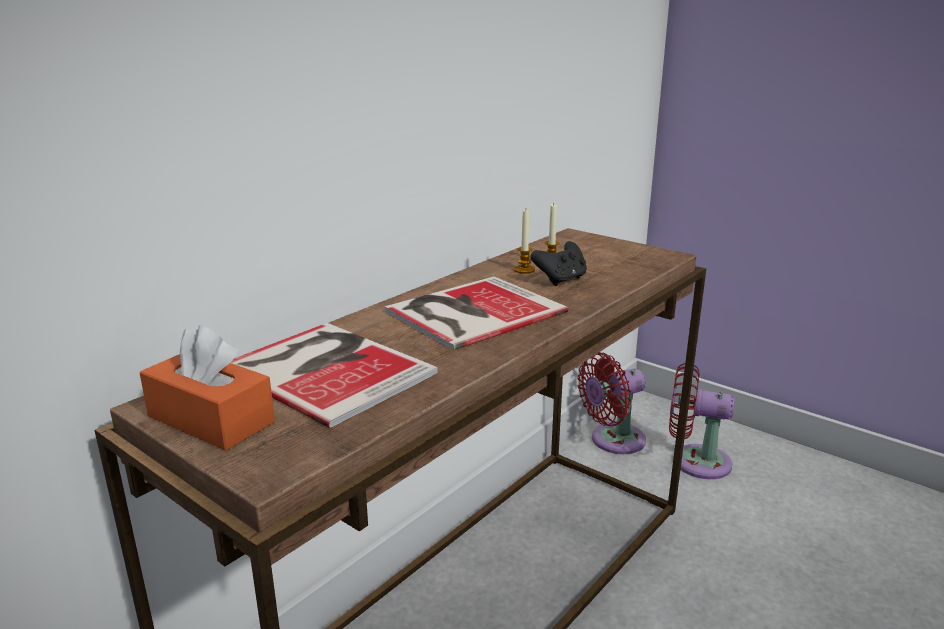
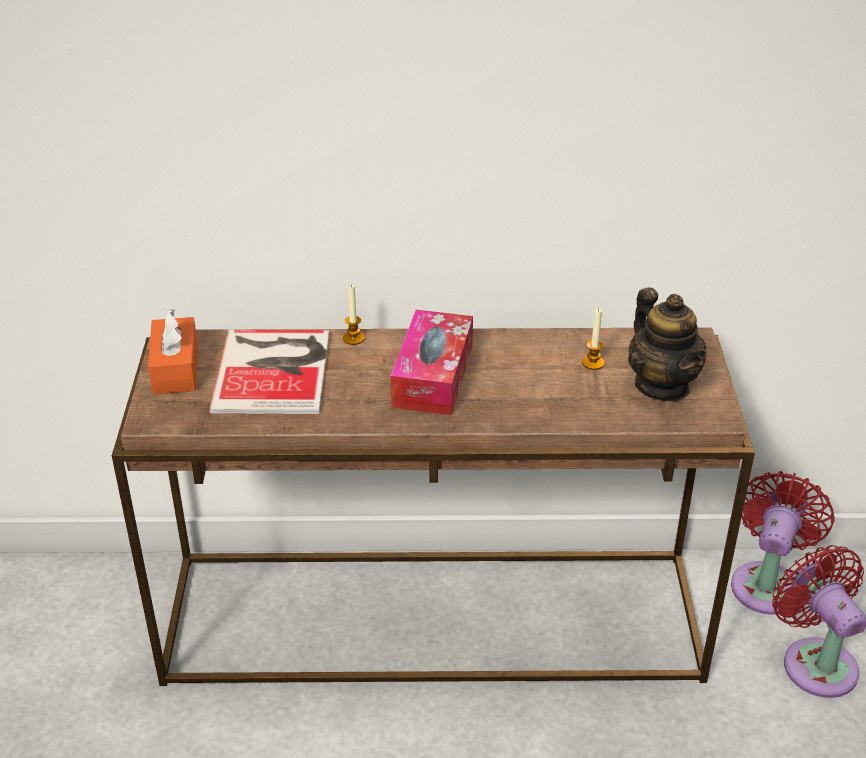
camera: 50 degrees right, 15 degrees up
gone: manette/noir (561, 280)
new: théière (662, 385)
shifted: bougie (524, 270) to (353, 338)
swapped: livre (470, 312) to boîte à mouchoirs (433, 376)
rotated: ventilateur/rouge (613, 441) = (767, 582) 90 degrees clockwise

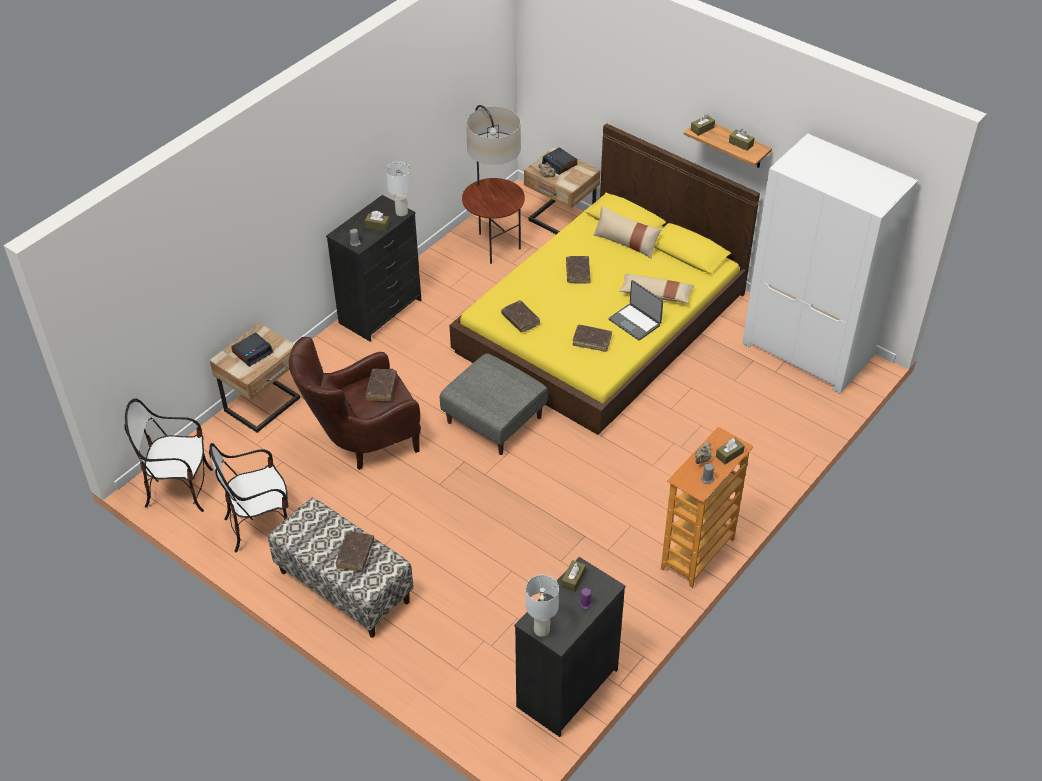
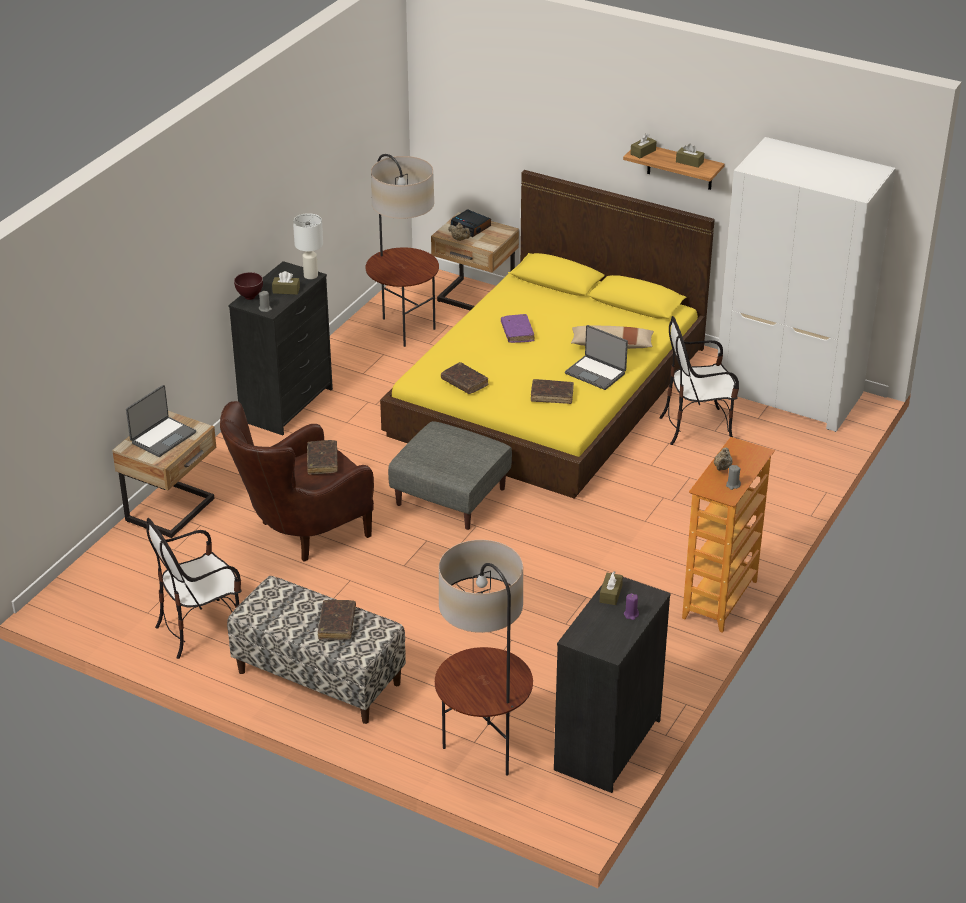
camera: 10 degrees left, 10 degrees down
gone: lampe de table/blanc (542, 630); coussin/beige (626, 243); boîte à mouchoirs/marron (729, 454)
new: bol/marron (250, 297); lampadaire (483, 752)
shifted: chaise (180, 489) to (697, 427)
swapped: réveil (252, 352) to ordinateur portable (162, 437)
repainted: livre/marron (578, 272) to livre/violet (517, 332)

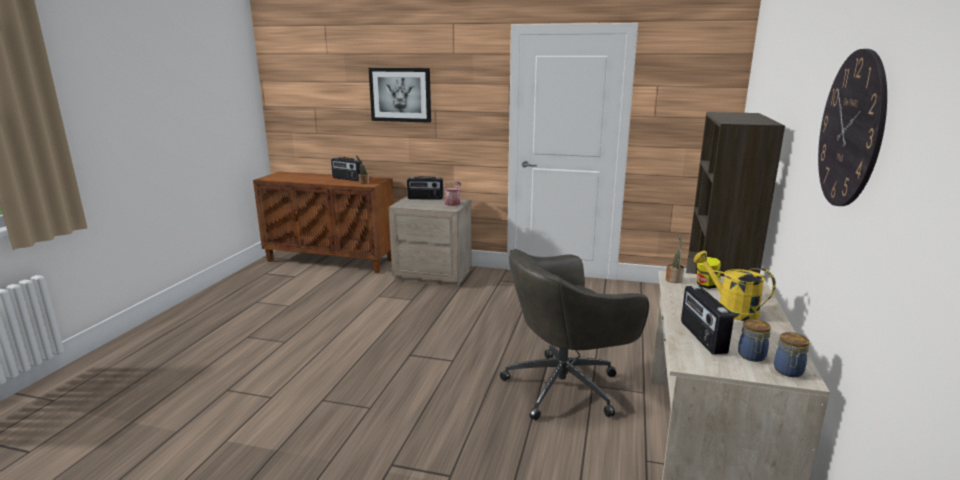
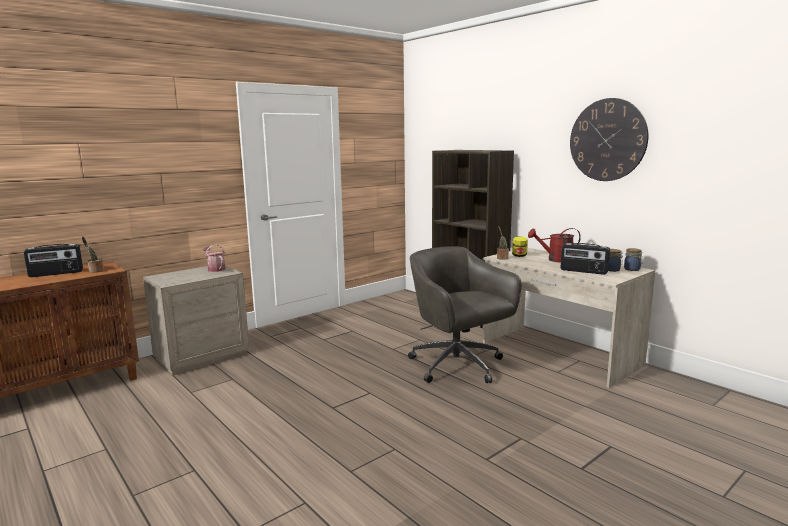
camera: 55 degrees left, 5 degrees down
gone: tableau (400, 95); radio (425, 198)
repainted: arrosoir/jaune (730, 309) to arrosoir/rouge (555, 260)
rotated: chaise de bureau/gris (565, 386) = (458, 366) 135 degrees clockwise

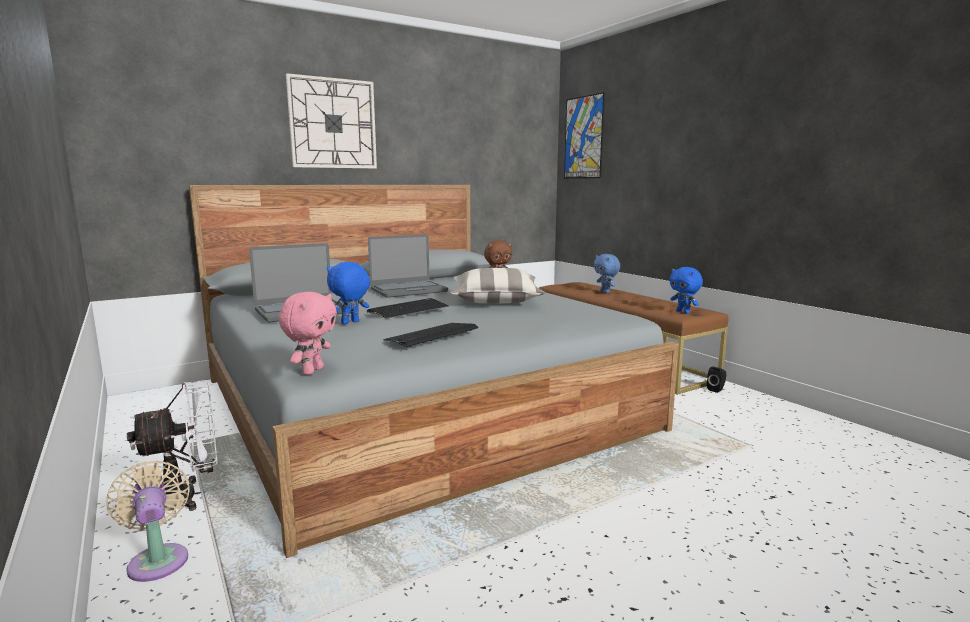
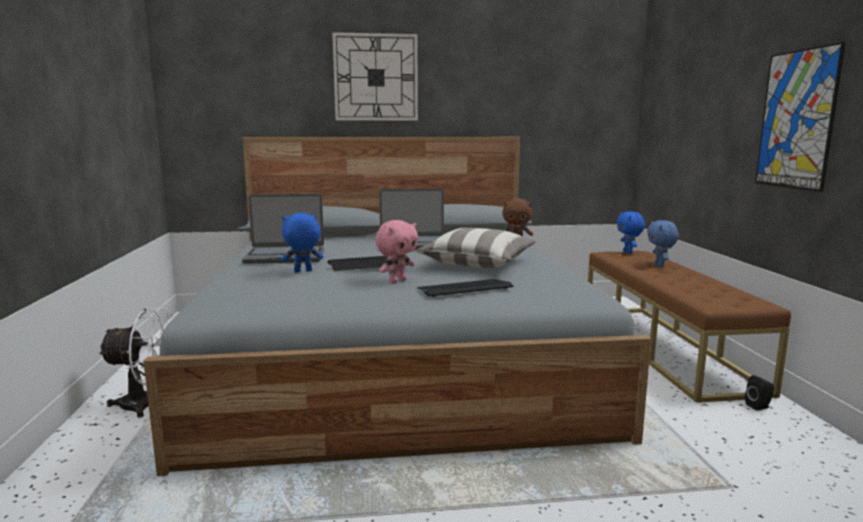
camera: 25 degrees right, 0 degrees up
gone: ventilateur/beige (158, 559)
shifted: peluche/rose (312, 371) to (397, 281); clavier (432, 335) to (464, 289); peluche/bleu (683, 312) to (628, 252); tableau (584, 137) to (796, 119)

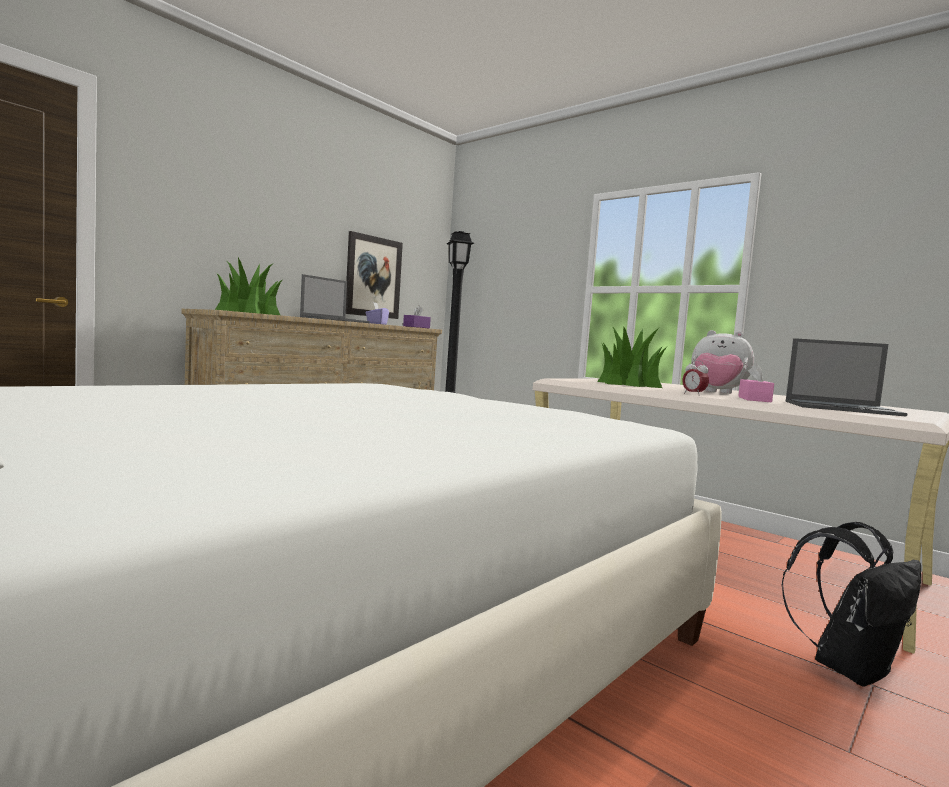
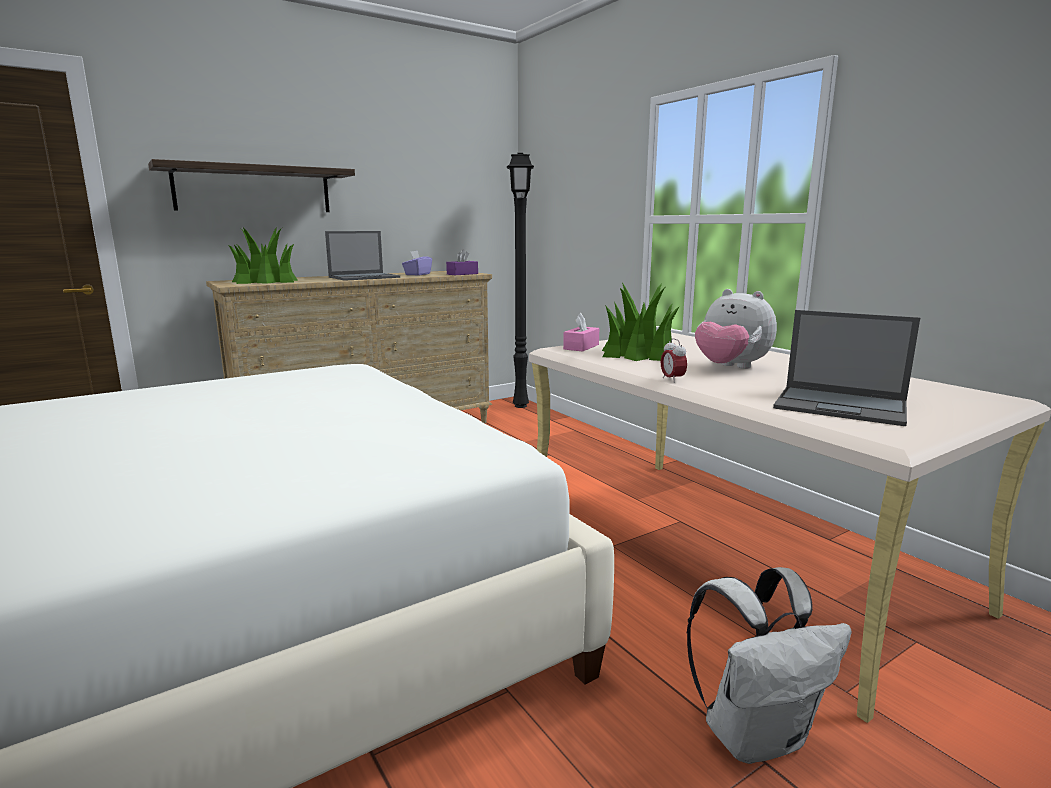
camera: 15 degrees right, 10 degrees up
gone: tableau (373, 277)
new: étagère (254, 189)
shifted: boîte à mouchoirs/rose (754, 399) to (581, 347)
repainted: sac à dos/noir (849, 668) to sac à dos/blanc (755, 734)

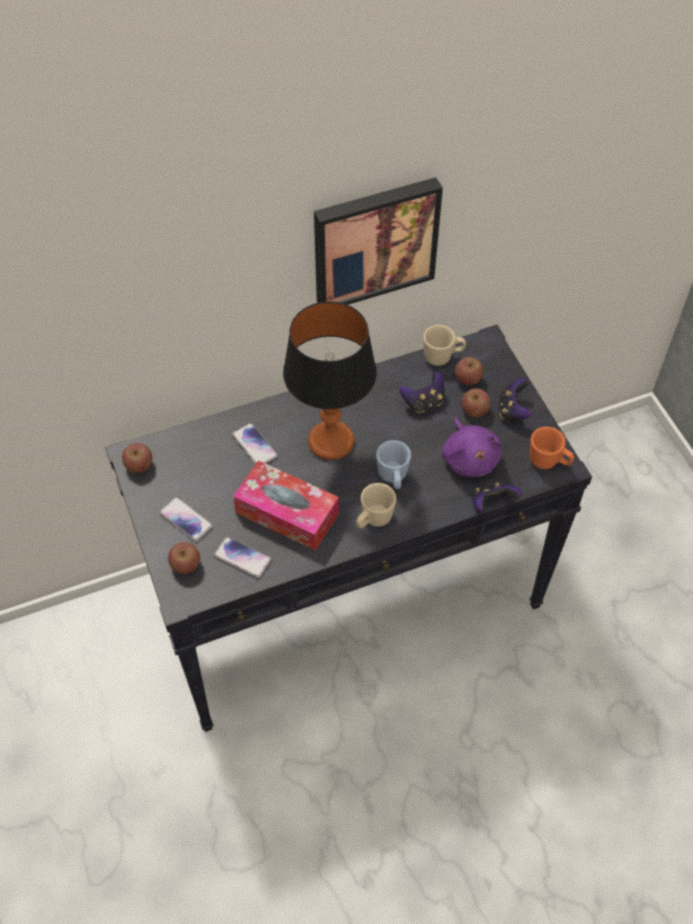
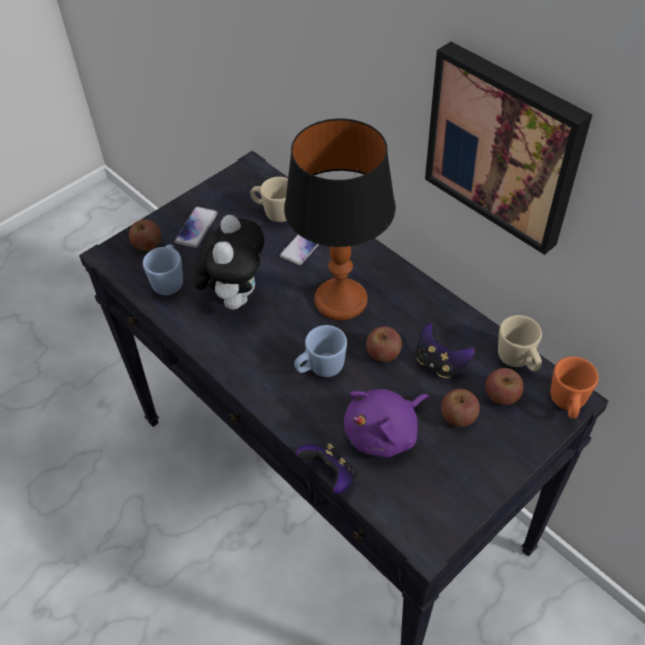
camera: 70 degrees right, 5 degrees down
gone: manette (512, 410)
shifted: mug/beige (373, 520) to (274, 213); pomme (139, 465) to (383, 353); mug/orange (548, 462) to (567, 404)
swapped: téléphone (242, 558) to mug/bleu (169, 281); boîte à mouchoirs (287, 513) to peluche (235, 296)

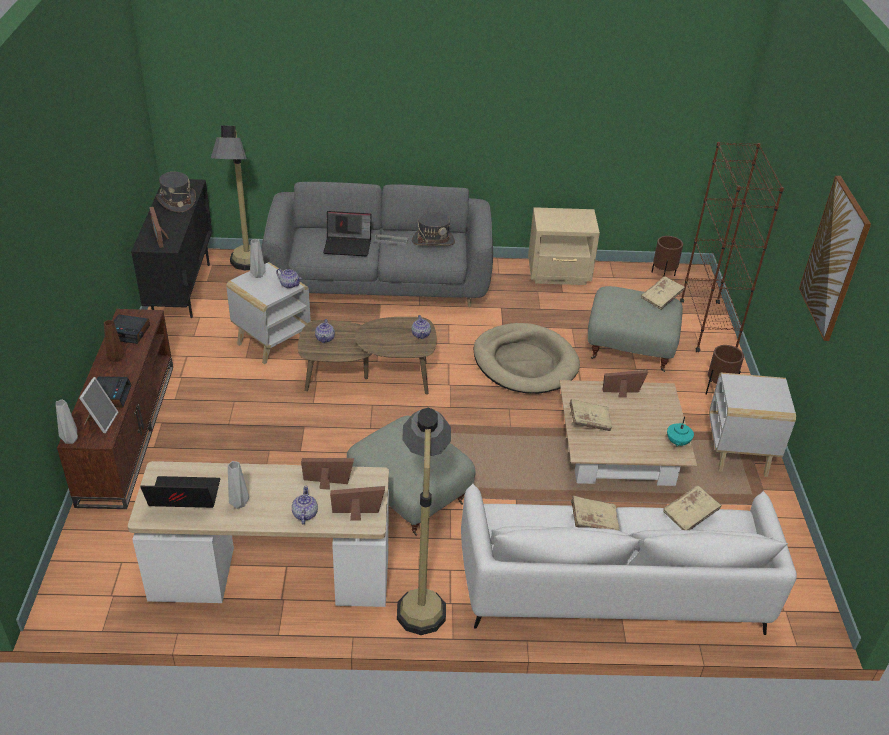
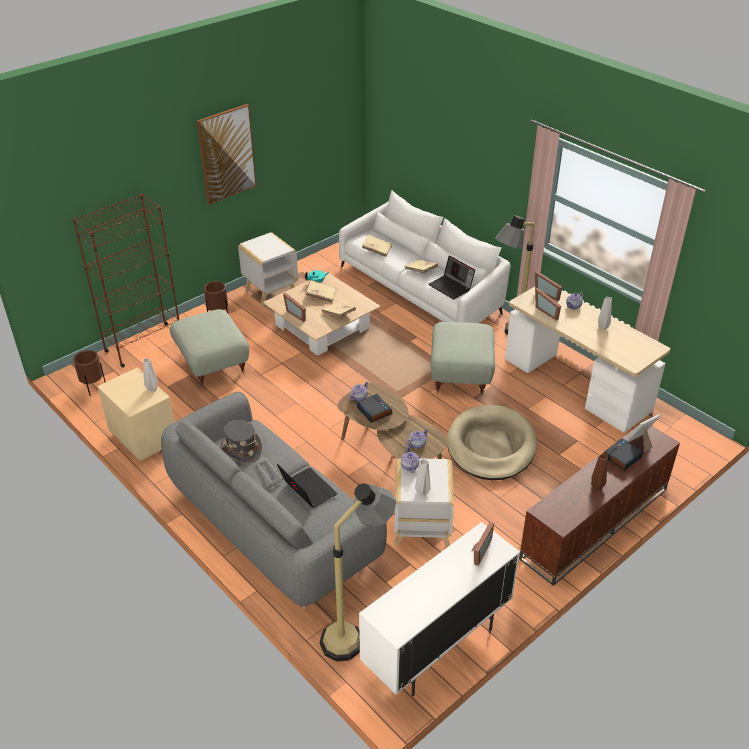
camera: 130 degrees left, 0 degrees up
gone: chapeau/gris (176, 202)
shifted: vase/gris (71, 440) to (152, 388); livre/beige (661, 298) to (321, 295); réveil (129, 332) to (374, 411); ordinateur portable (183, 498) to (451, 287); panier pour chien/beige (525, 362) to (491, 446)
repainted: meuble de rangement/noir (182, 290) to meuble de rangement/blanc (436, 648)

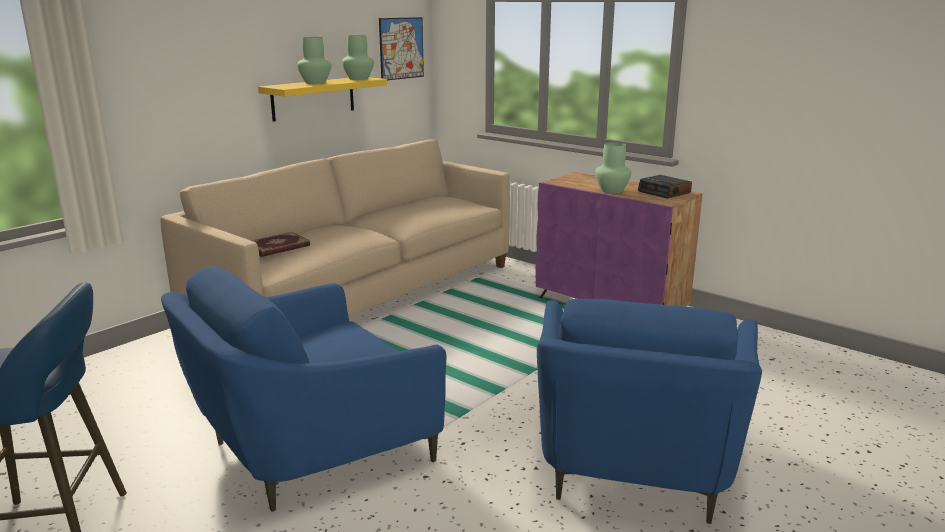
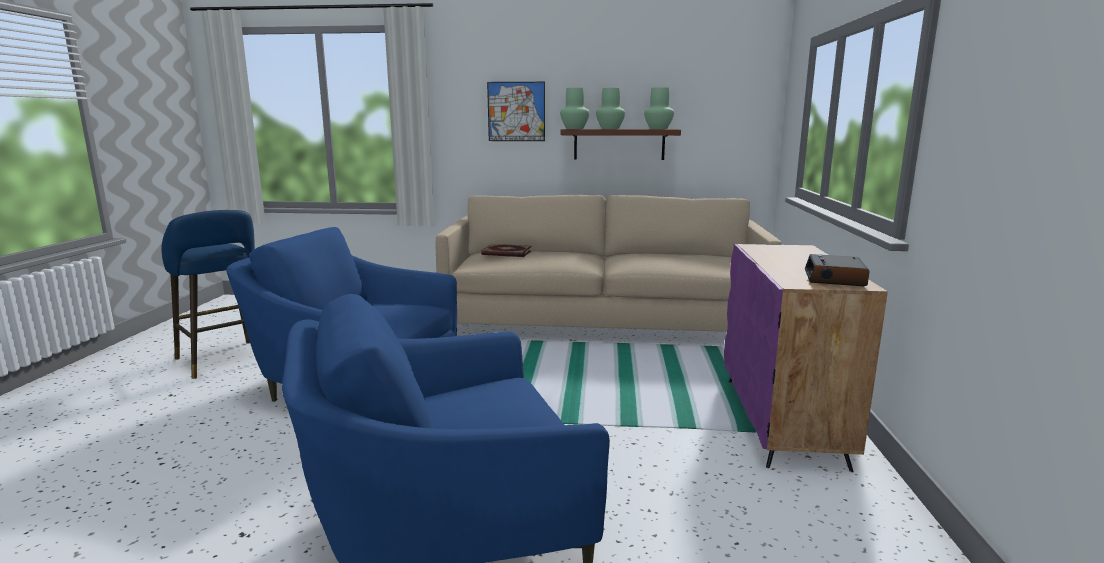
camera: 55 degrees right, 5 degrees down
shifted: tableau (401, 48) to (516, 111); vase/vert (611, 191) to (574, 128)
repainted: étagère/jaune (313, 98) to étagère/marron (619, 144)

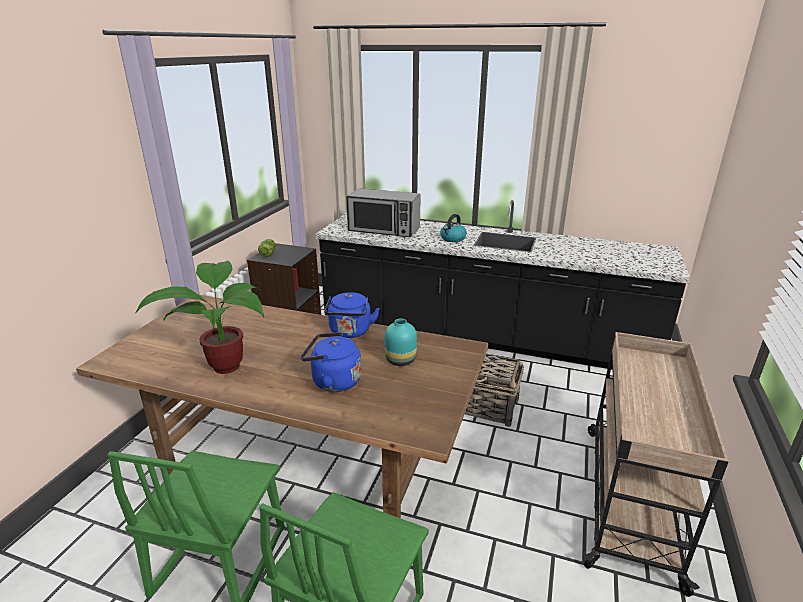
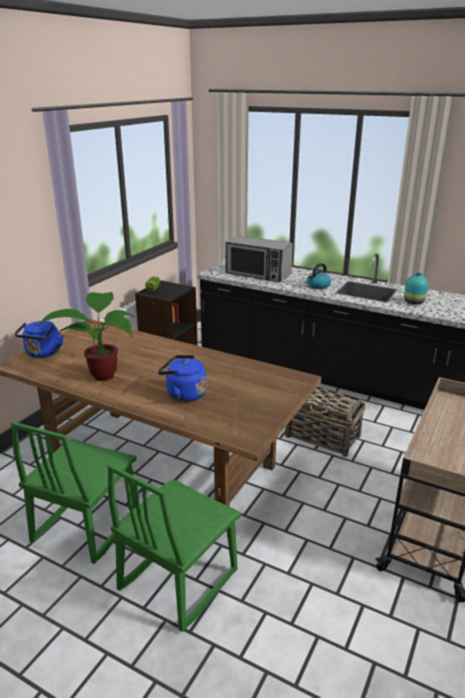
camera: 10 degrees right, 0 degrees up
shifted: bouilloire/bleu (350, 332) to (42, 353); vase/turquoise (399, 360) to (413, 302)

